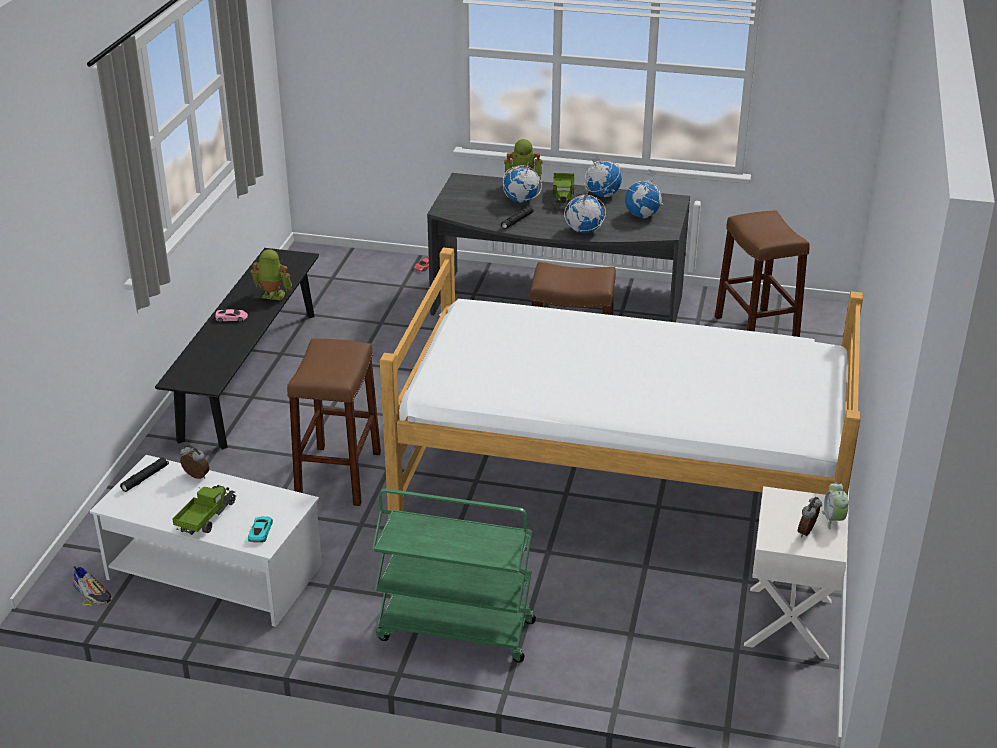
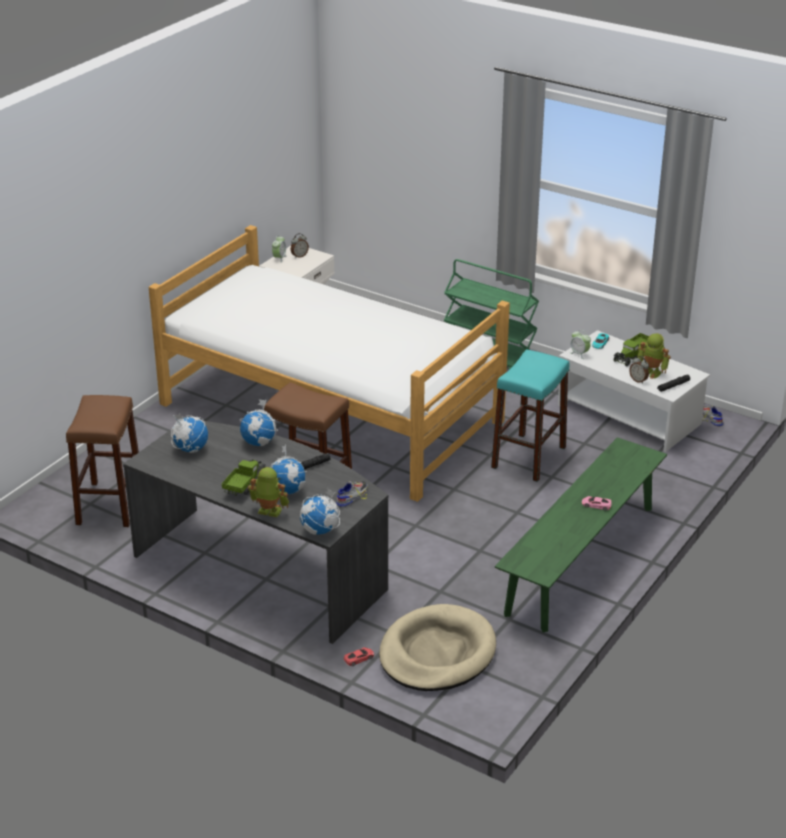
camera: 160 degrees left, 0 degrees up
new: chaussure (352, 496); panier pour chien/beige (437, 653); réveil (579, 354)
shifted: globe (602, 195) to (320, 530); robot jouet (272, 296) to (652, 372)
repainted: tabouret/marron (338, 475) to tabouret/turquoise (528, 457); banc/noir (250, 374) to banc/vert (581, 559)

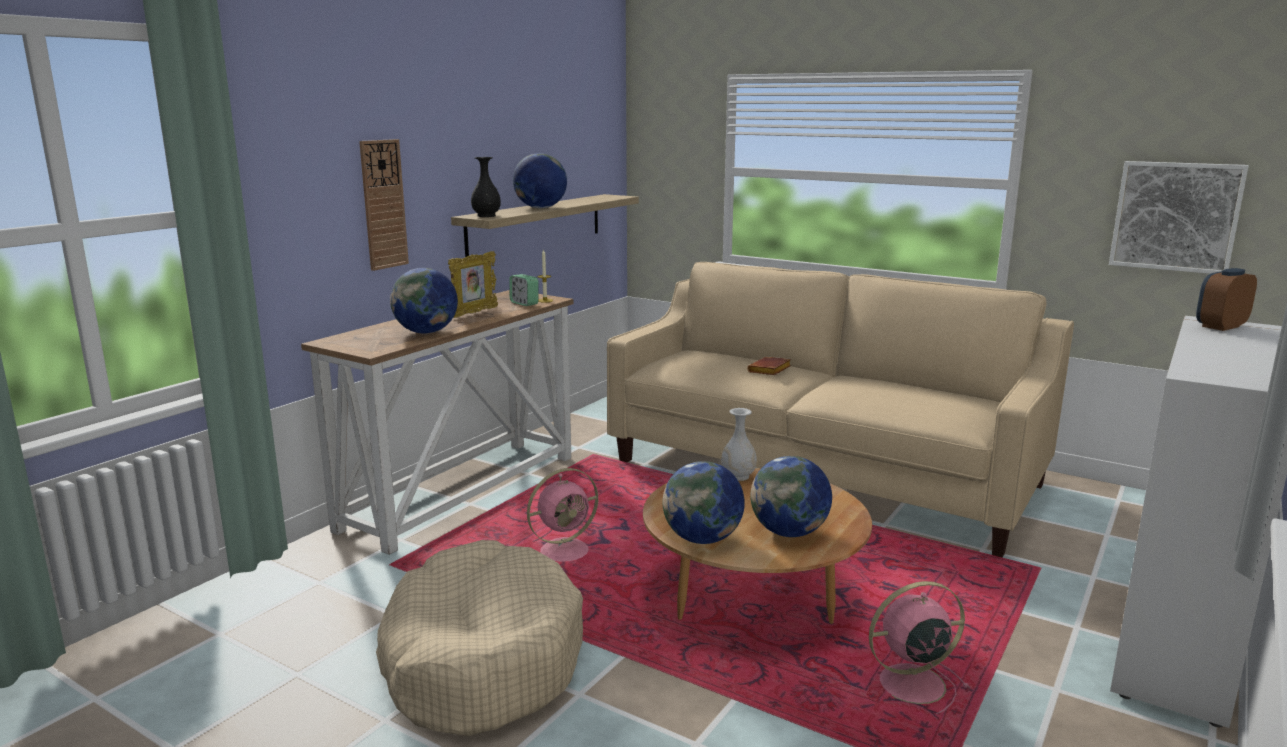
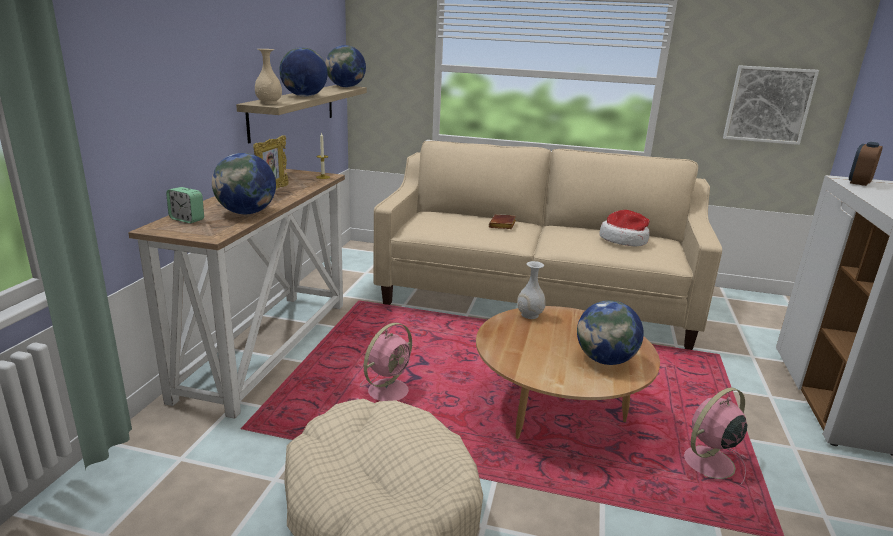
camera: 20 degrees left, 5 degrees up
gone: horloge murale (383, 204)
new: chapeau (624, 240)
shifted: réveil (524, 303) to (187, 219); globe (702, 539) to (346, 87)
repainted: vase/noir (487, 216) to vase/beige (269, 103)

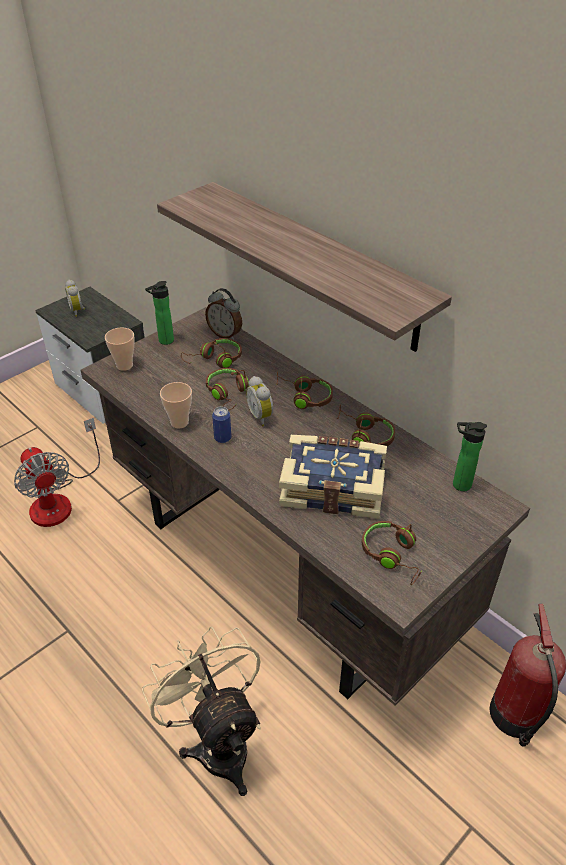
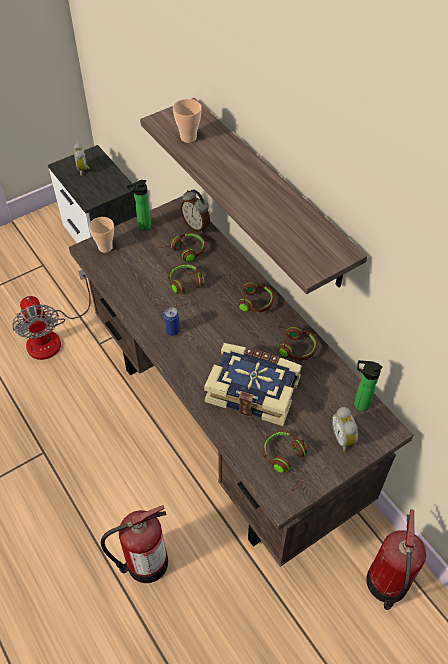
camera: 10 degrees right, 10 degrees up
shifted: tasse (179, 422) to (188, 137); réveil (262, 416) to (344, 438)
swapped: ventilateur/beige (218, 742) to extincteur (144, 563)

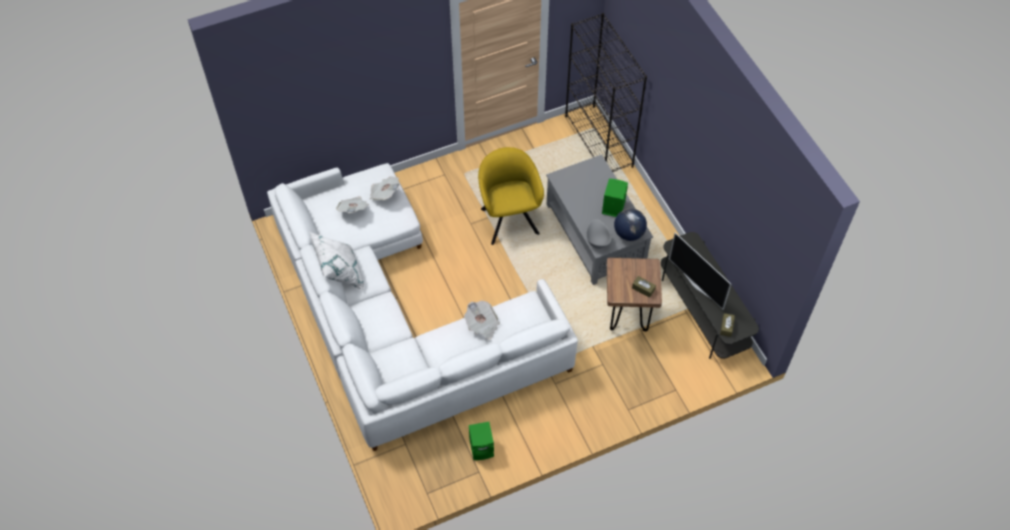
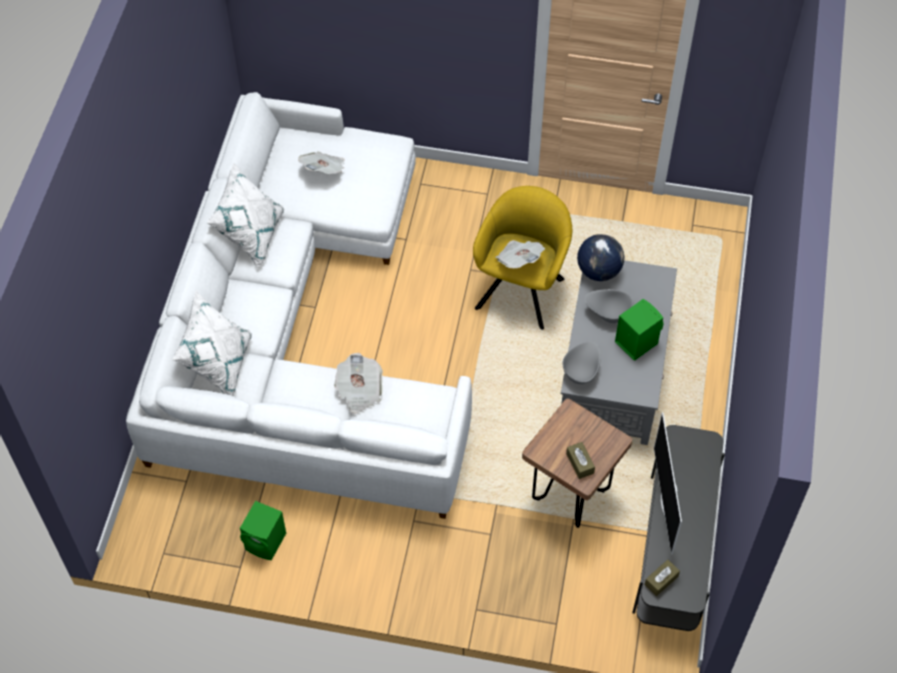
camera: 35 degrees right, 0 degrees up
gone: bibliothèque/noir (599, 141)
new: coussin/blanc (218, 363); bol/gris (608, 313)
shifted: journal (384, 193) to (519, 260); globe (628, 233) to (598, 271)

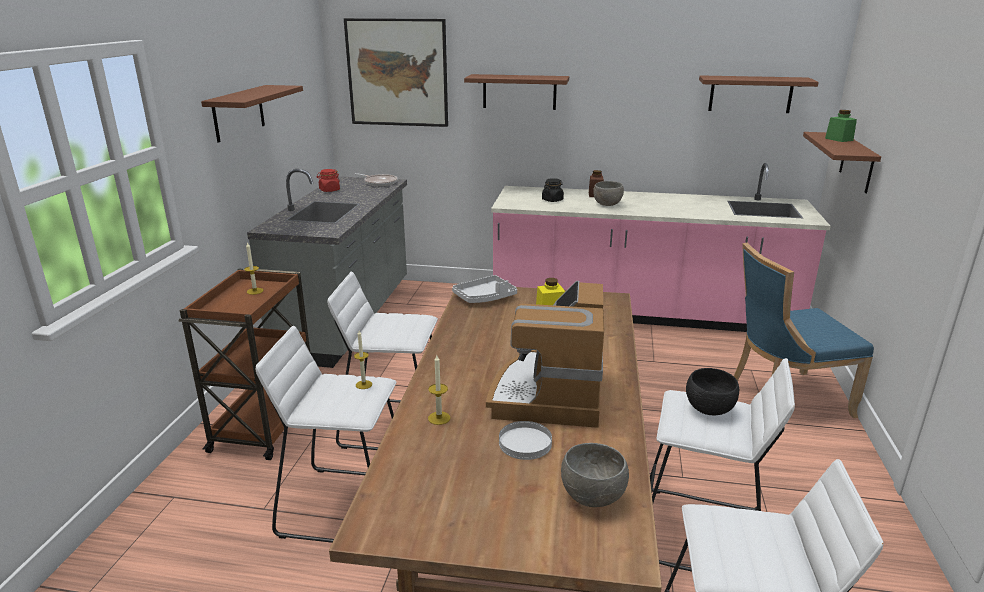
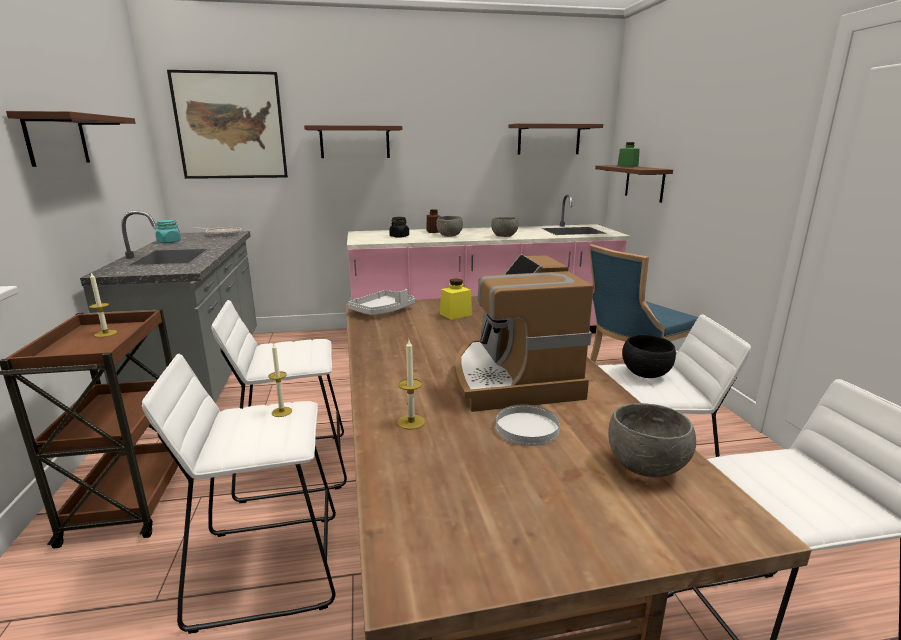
camera: 20 degrees left, 5 degrees down
new: bol/gris (504, 236)
repainted: bocal/rouge (329, 190) to bocal/turquoise (169, 242)

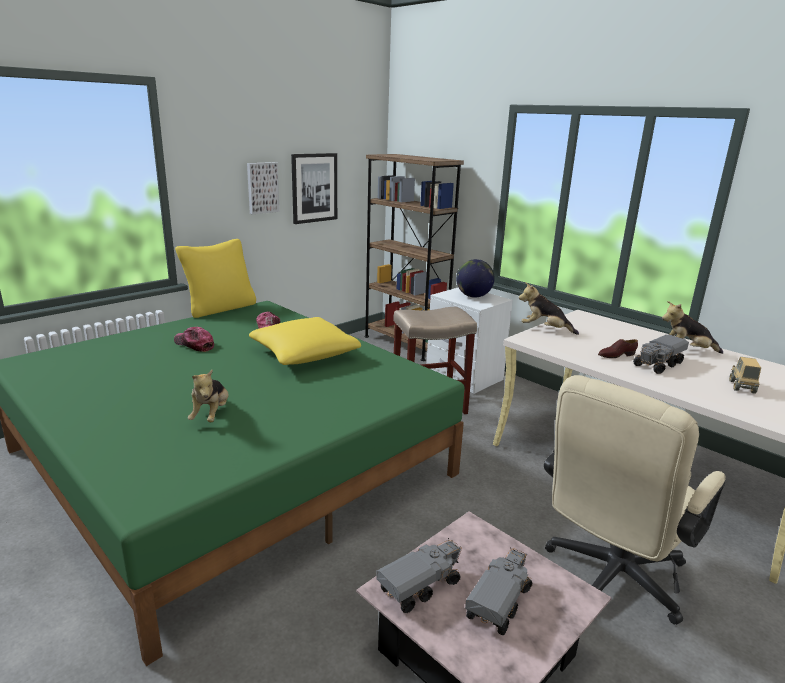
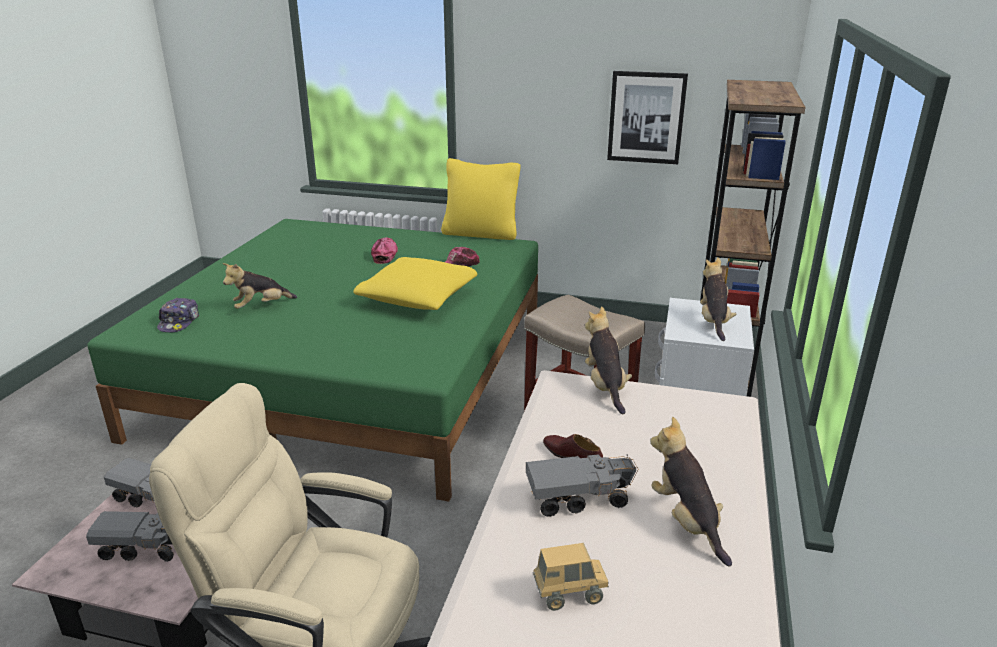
camera: 60 degrees right, 5 degrees up
gone: tableau (262, 187)
new: casquette (179, 322)
swapped: globe (473, 296) to peluche (713, 322)
rotated: camion jouet (658, 364) = (578, 498) 150 degrees clockwise

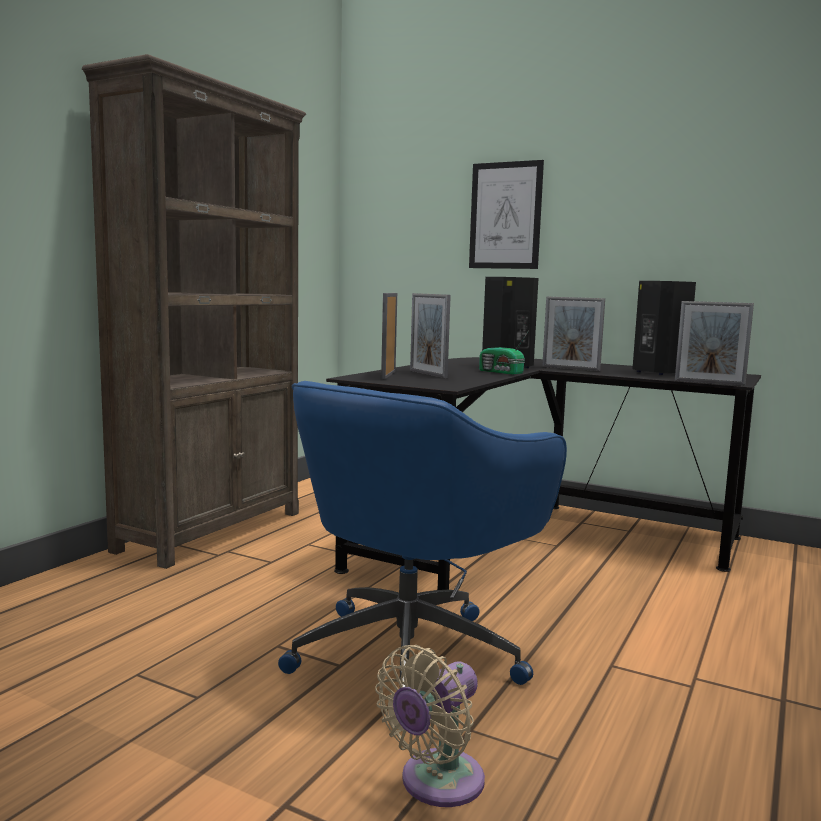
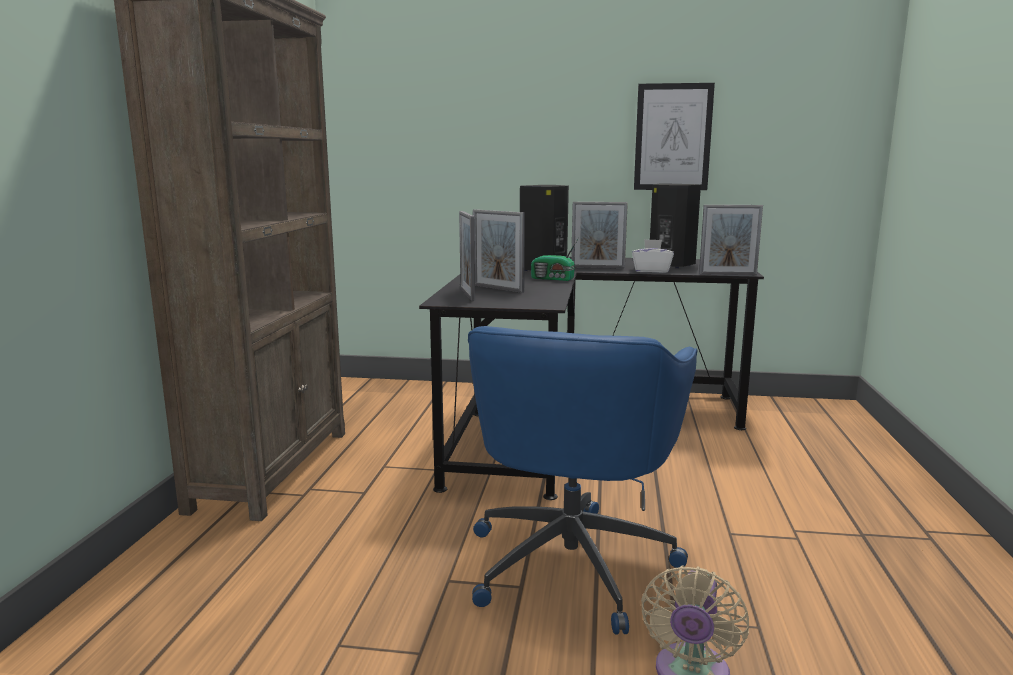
camera: 20 degrees left, 5 degrees up
new: boîte à mouchoirs/blanc (651, 271)
shifted: tableau (505, 215) to (673, 137)

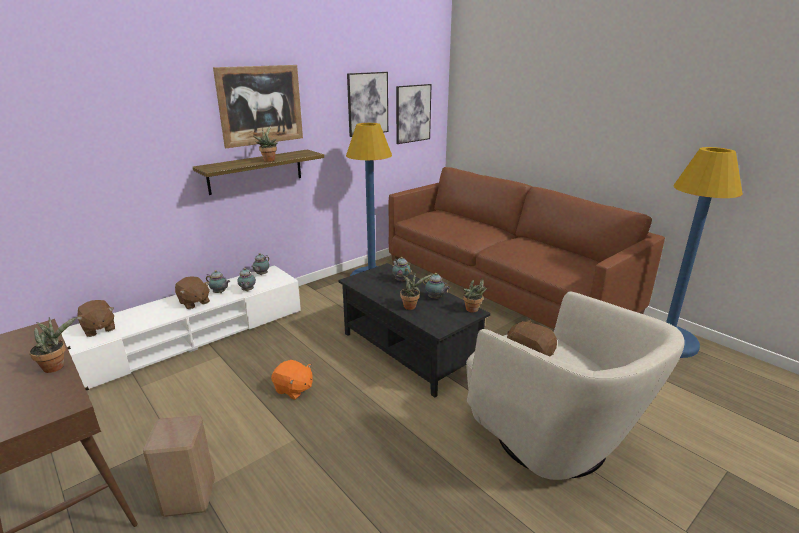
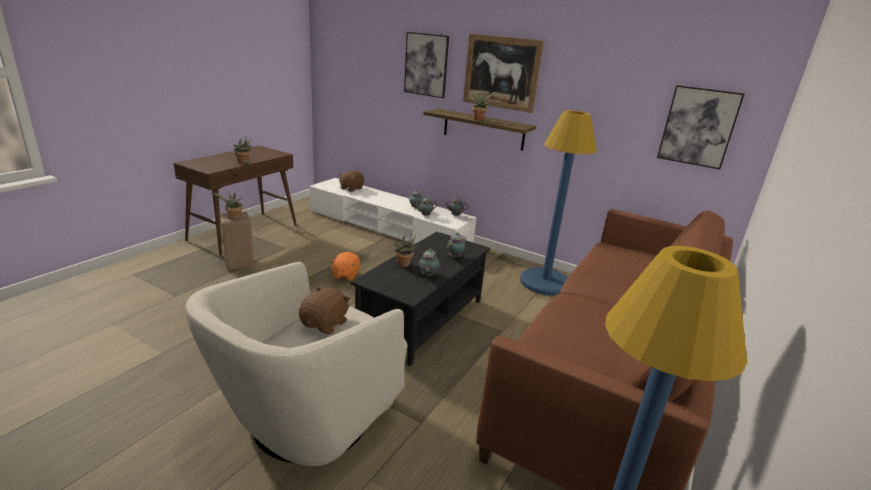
camera: 70 degrees right, 0 degrees up
gone: peluche/marron (194, 302)
shifted: plante en pot (473, 310) to (233, 218); tableau (367, 104) to (426, 65)

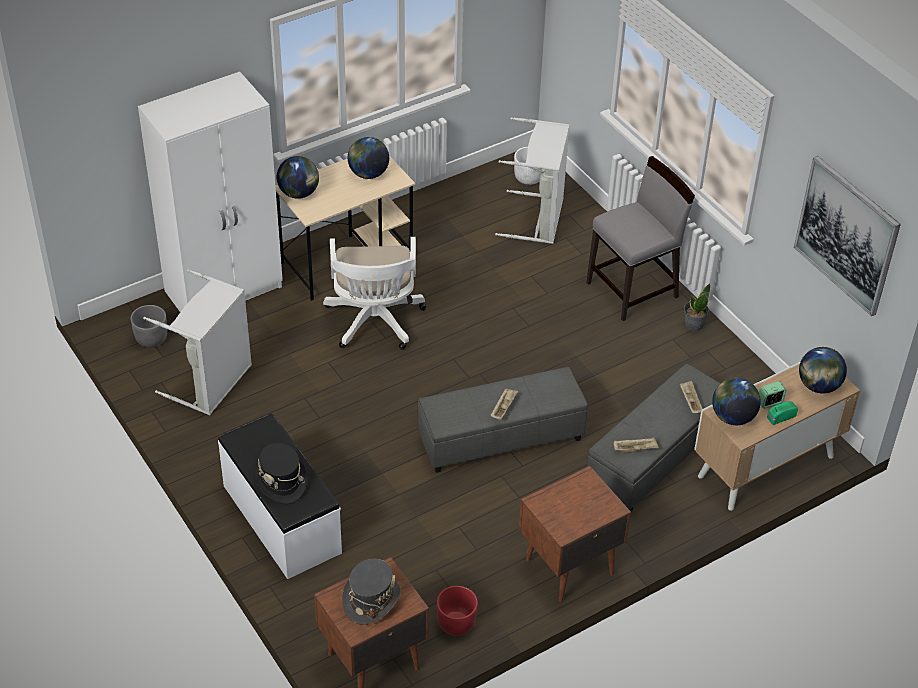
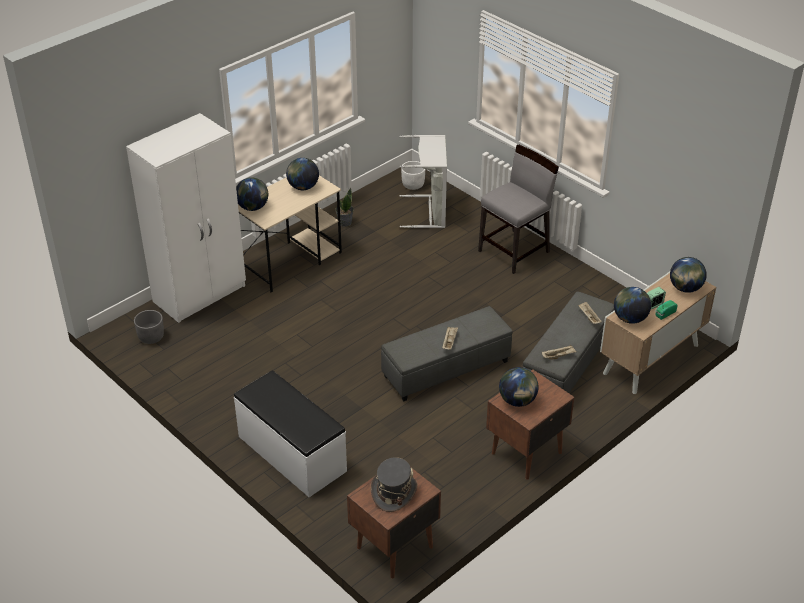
camera: 10 degrees left, 5 degrees down
gone: panier à linge/gris (212, 383); chapeau/noir (281, 482); chaise de bureau/blanc (374, 323); cache-pot/rouge (456, 623); tableau (846, 235)
new: globe (517, 401)
shifted: plante en pot (693, 325) to (345, 222)

